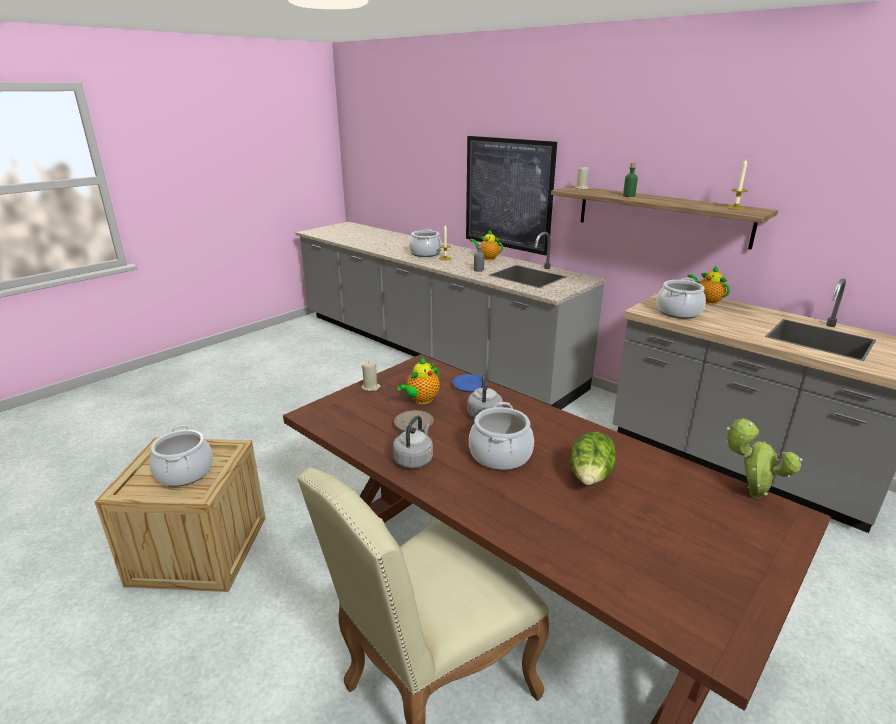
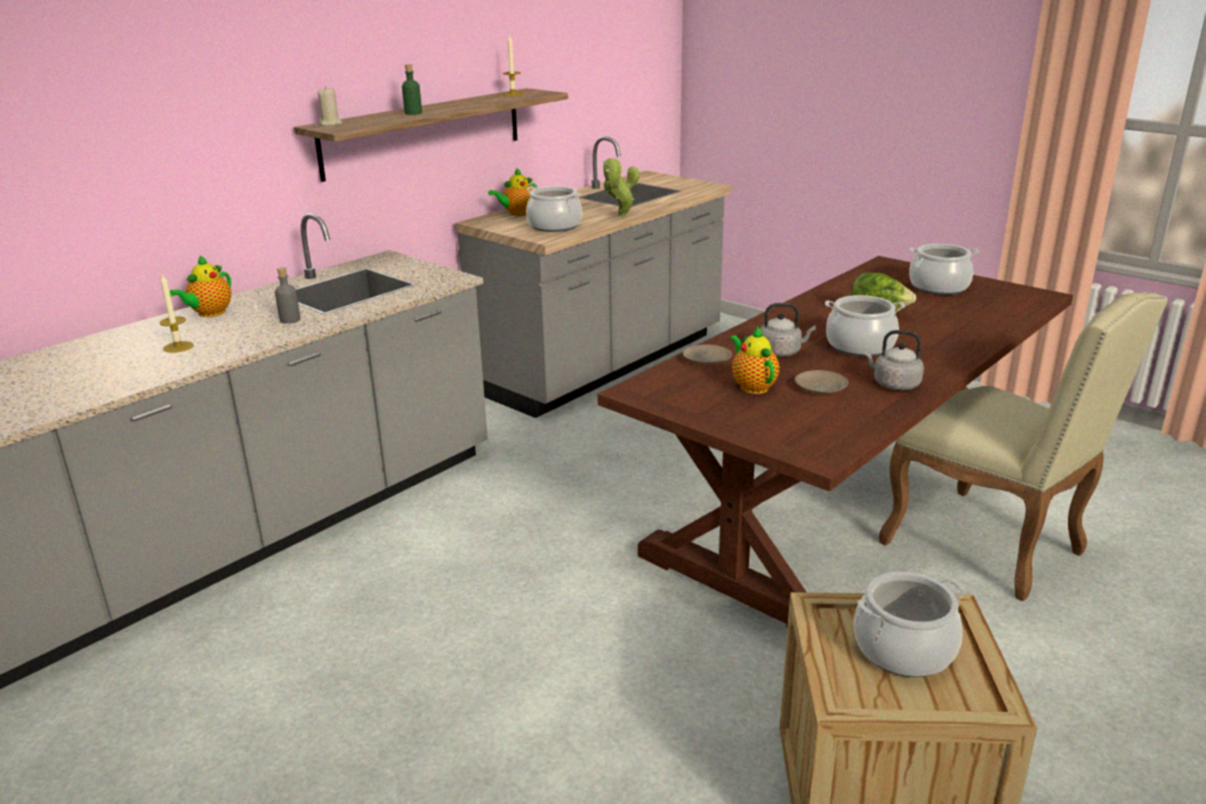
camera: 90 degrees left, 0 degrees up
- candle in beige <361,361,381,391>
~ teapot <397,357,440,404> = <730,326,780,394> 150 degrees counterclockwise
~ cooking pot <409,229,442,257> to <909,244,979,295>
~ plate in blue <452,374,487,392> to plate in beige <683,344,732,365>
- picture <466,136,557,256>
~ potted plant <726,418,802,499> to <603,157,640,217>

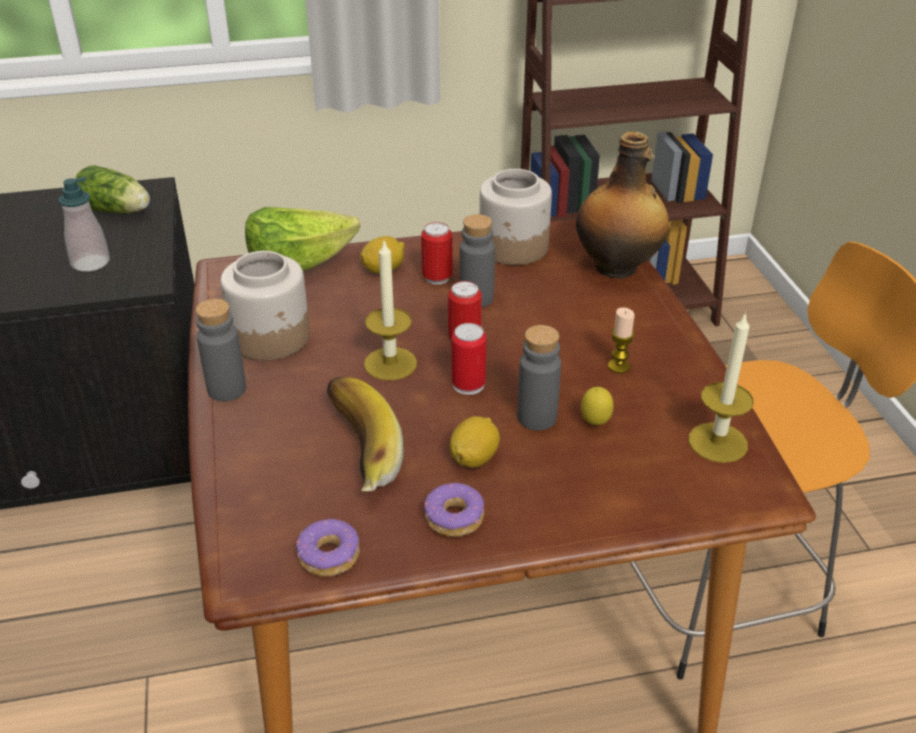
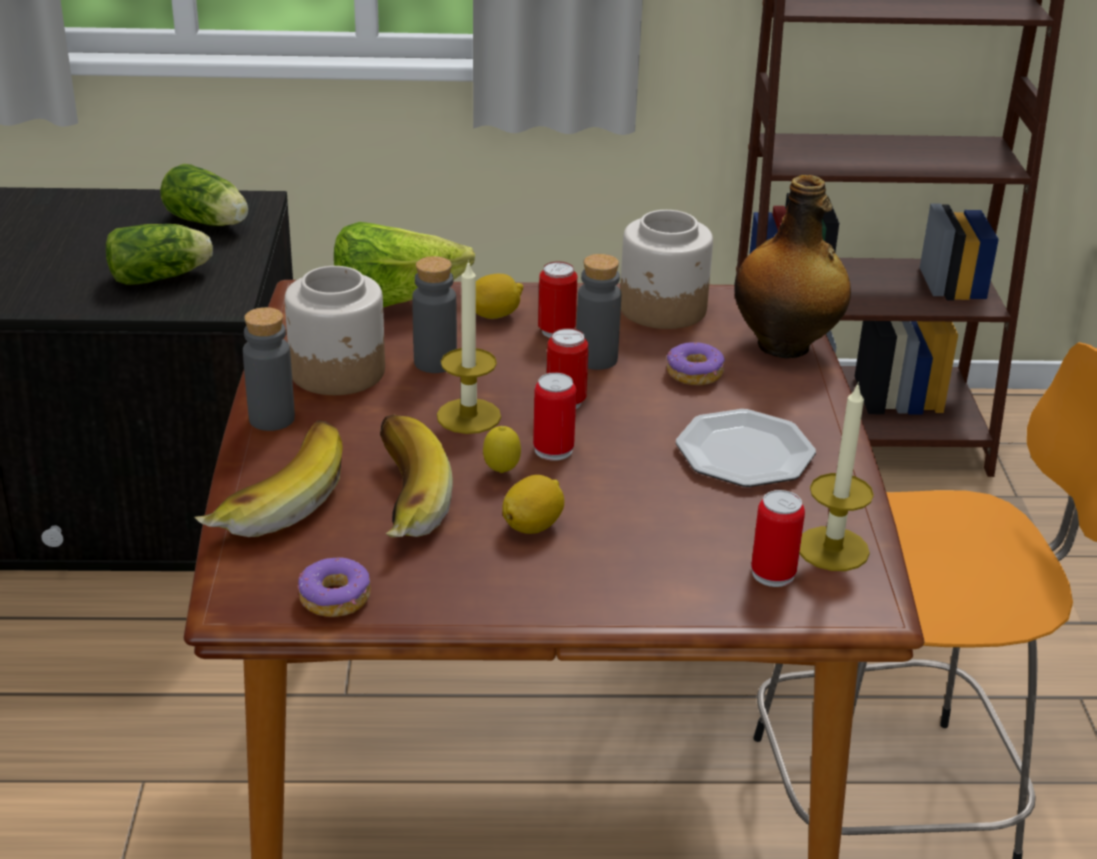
camera: 10 degrees right, 5 degrees down
~ soap dispenser <58,177,110,272> to lettuce <106,224,213,285>
~ donut <424,483,484,537> to <667,342,725,385>
~ bottle in grey <517,325,561,430> to <412,256,457,373>
~ lemon <581,387,614,425> to <483,426,521,473>
~ candle <608,307,635,373> to plate <676,409,816,487>
+ banana <194,420,343,537>
+ can <751,490,805,587>

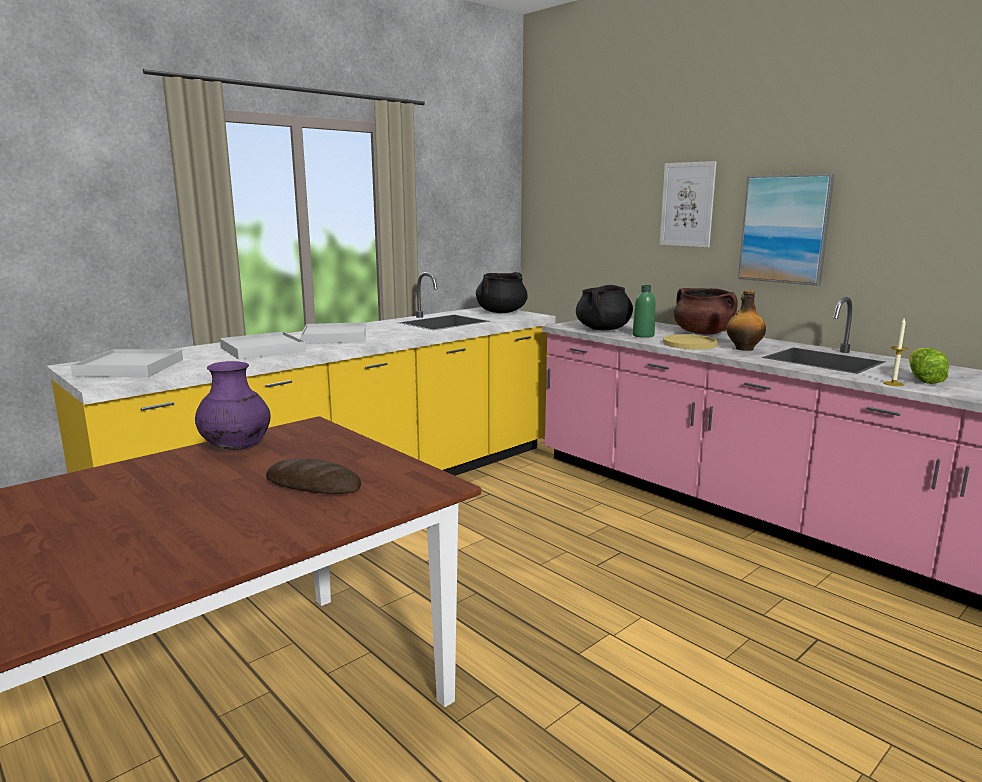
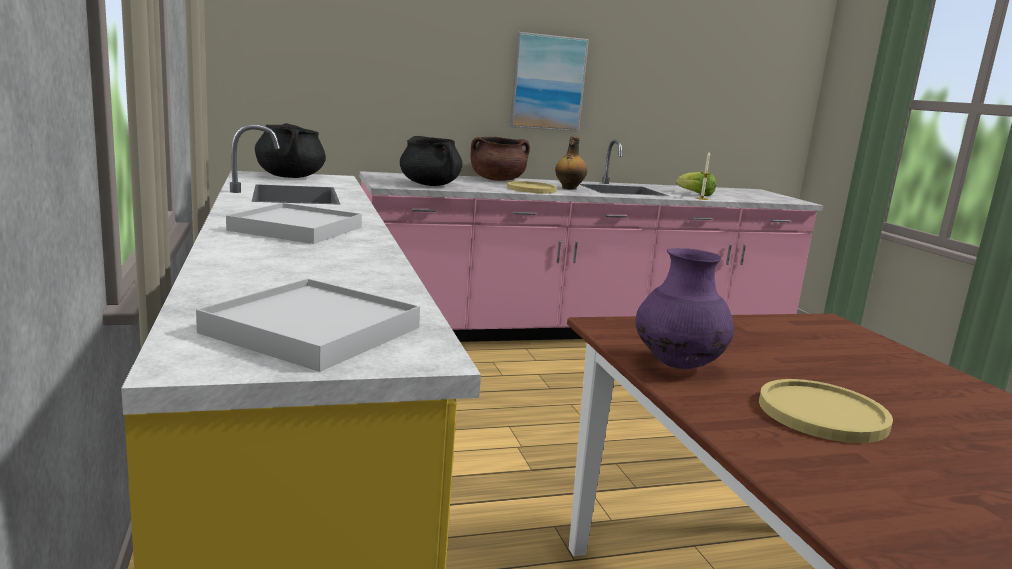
camera: 65 degrees left, 0 degrees up
- tray in white <220,332,306,360>
- bread <266,459,361,494>
- bottle in green <633,285,655,338>
- picture <660,161,717,248>
+ plate in yellow <759,379,893,443>

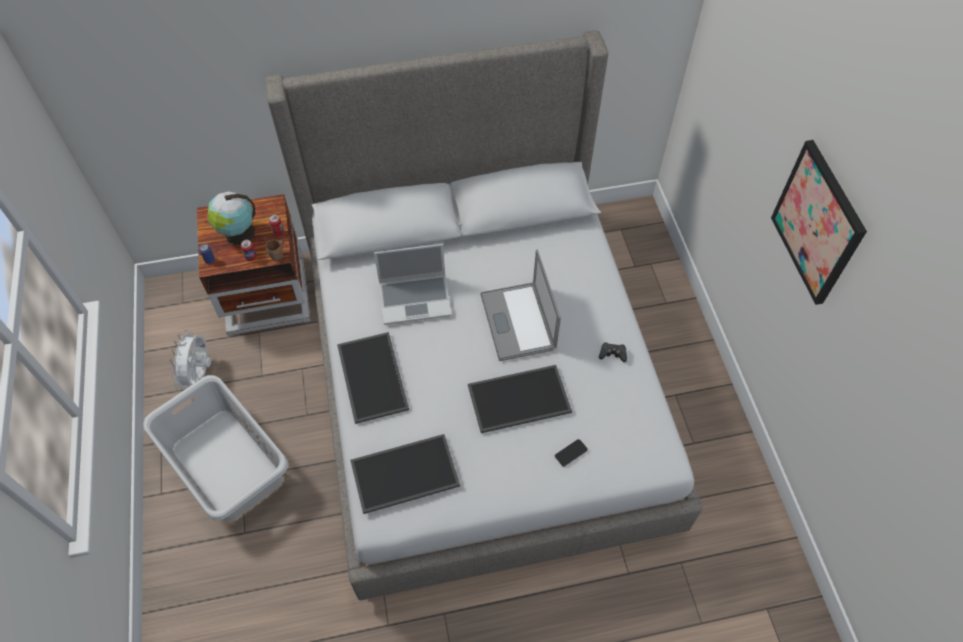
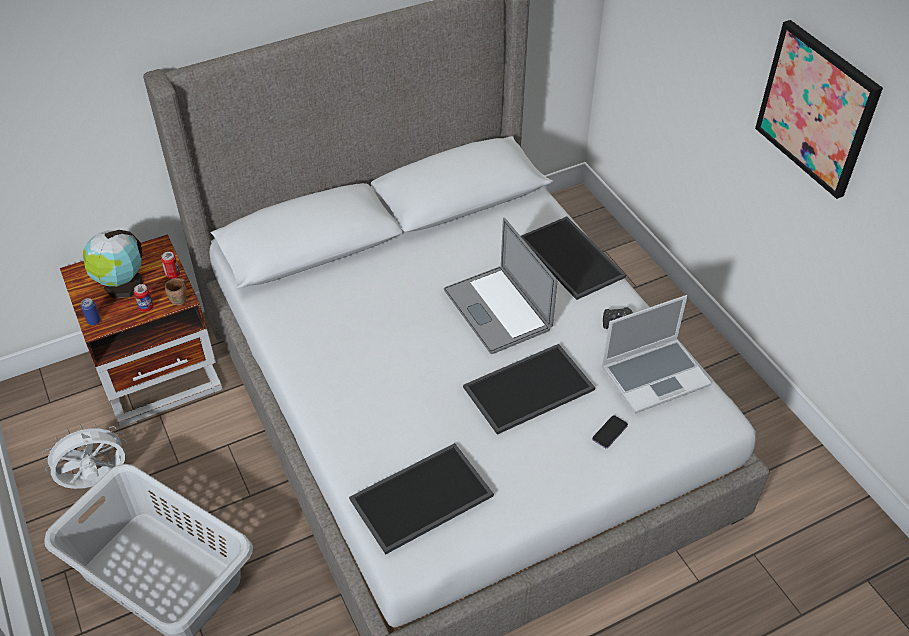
camera: 15 degrees left, 10 degrees down
~ fan in white <170,330,211,392> = <42,422,127,489> 75 degrees clockwise
~ tray <337,332,409,424> to <521,217,626,300>
~ laptop <374,244,452,325> to <602,295,712,414>

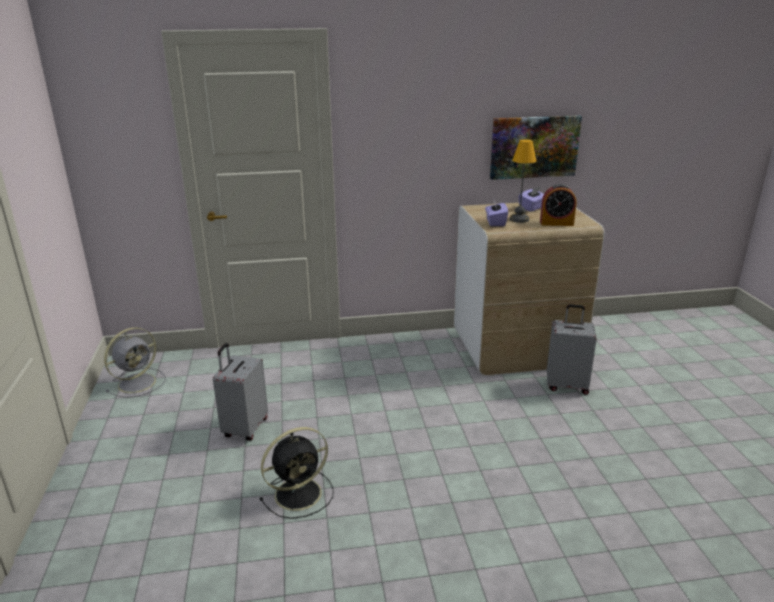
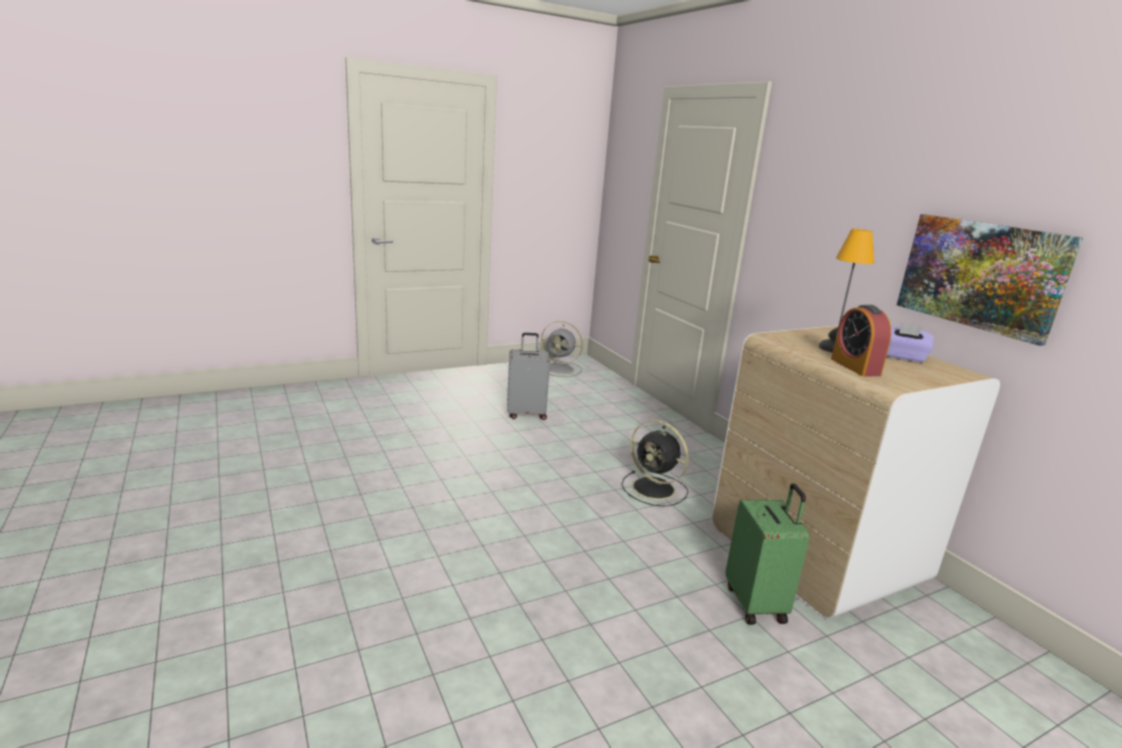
camera: 70 degrees right, 5 degrees down
~ fan in black <260,427,334,519> to <622,420,689,507>
- tissue box in purple <485,201,508,226>
~ suitcase in grey <547,304,597,395> to suitcase in green <726,483,810,625>

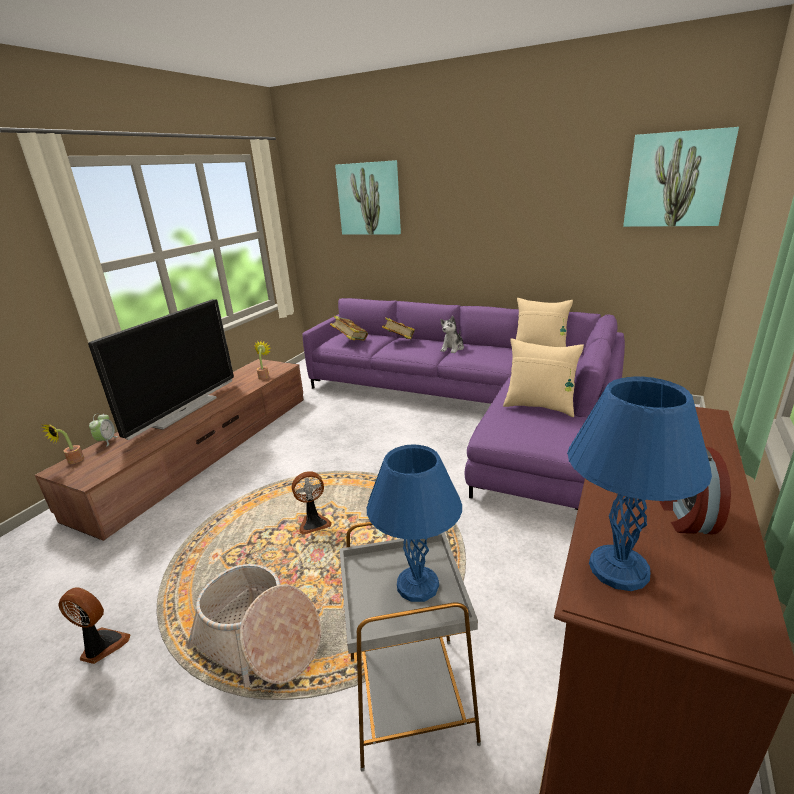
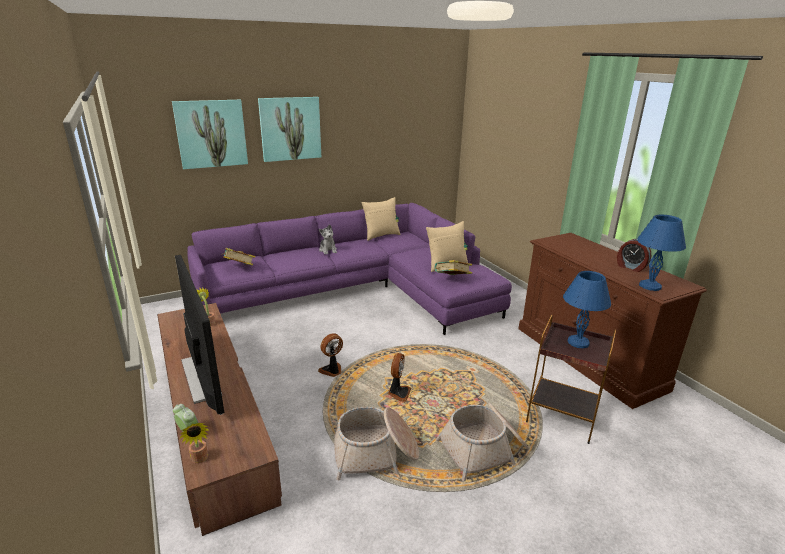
camera: 55 degrees left, 0 degrees up
~ fan <58,587,131,664> to <318,333,343,377>
~ side table in grey <339,522,481,772> to side table in brown <526,315,616,444>
~ book <382,317,415,339> to <434,260,472,275>
~ picture <623,127,739,227> to <258,97,321,162>
+ basket <334,407,419,480>

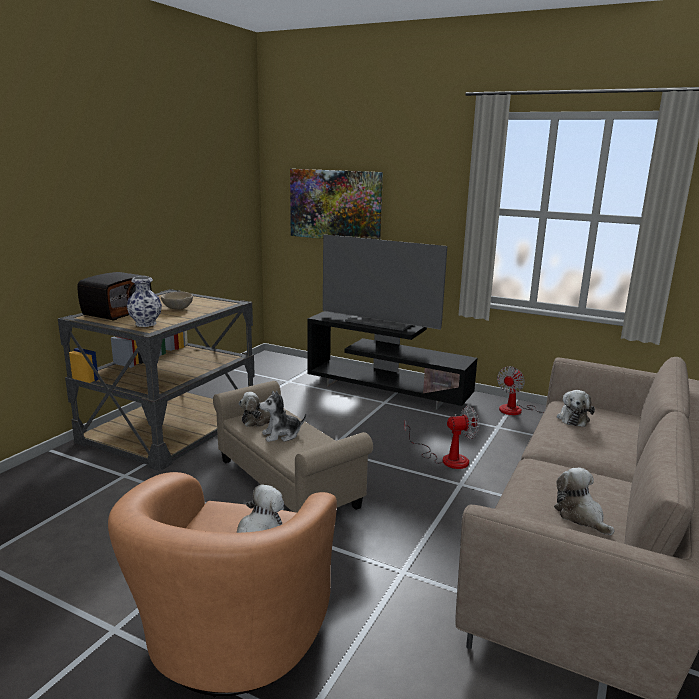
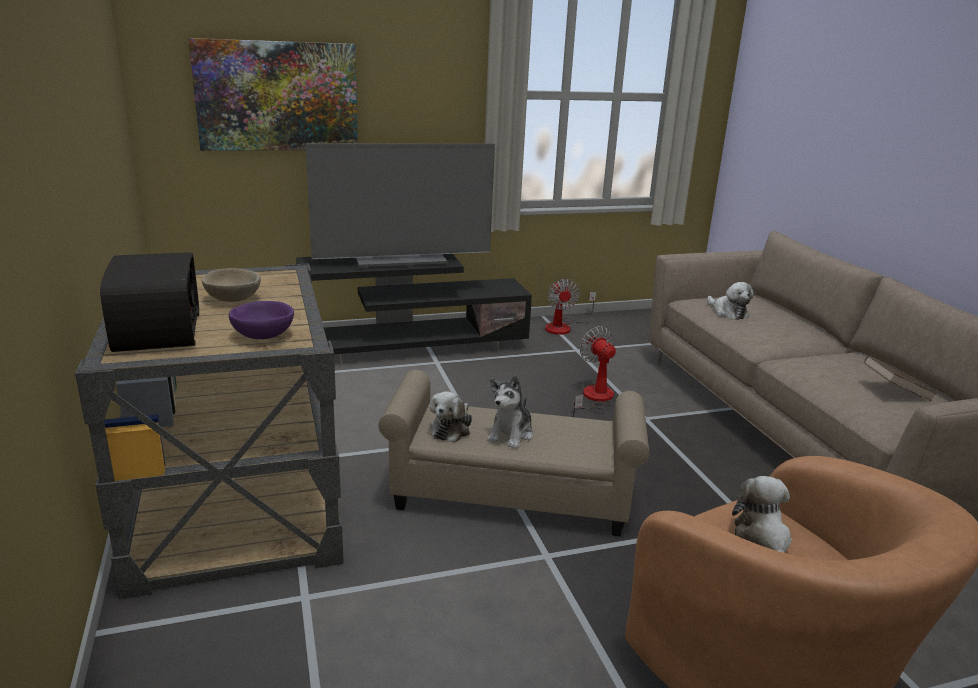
camera: 45 degrees left, 5 degrees up
~ vase <127,276,162,327> to bowl in purple <229,301,294,339>
~ fan <404,406,479,469> = <569,326,616,417> 60 degrees counterclockwise
~ plush toy <554,468,615,536> to book in brown <864,356,936,401>

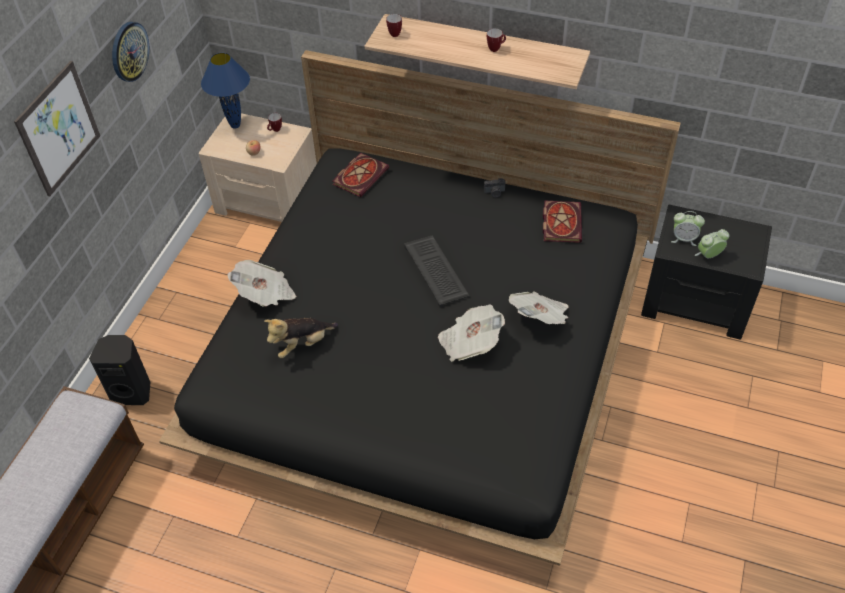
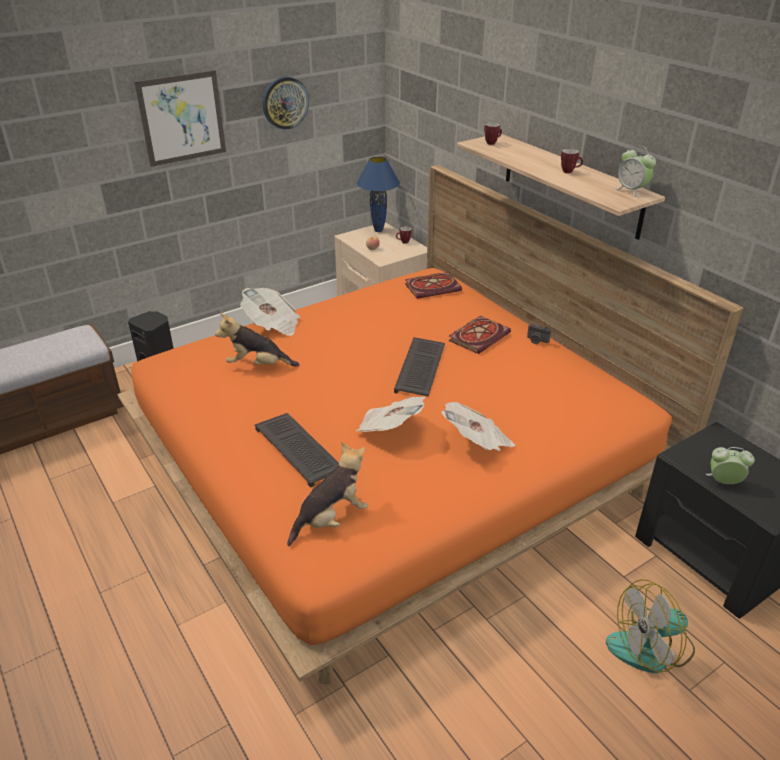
camera: 35 degrees right, 15 degrees down
~ bed in black <159,50,681,566> to bed in orange <117,165,743,685>
~ book <543,201,582,243> to <448,316,511,354>
~ alarm clock <671,211,705,246> to <615,146,656,197>
+ keyboard <254,413,339,487>
+ plush toy <287,442,368,546>
+ fan <606,579,695,673>

